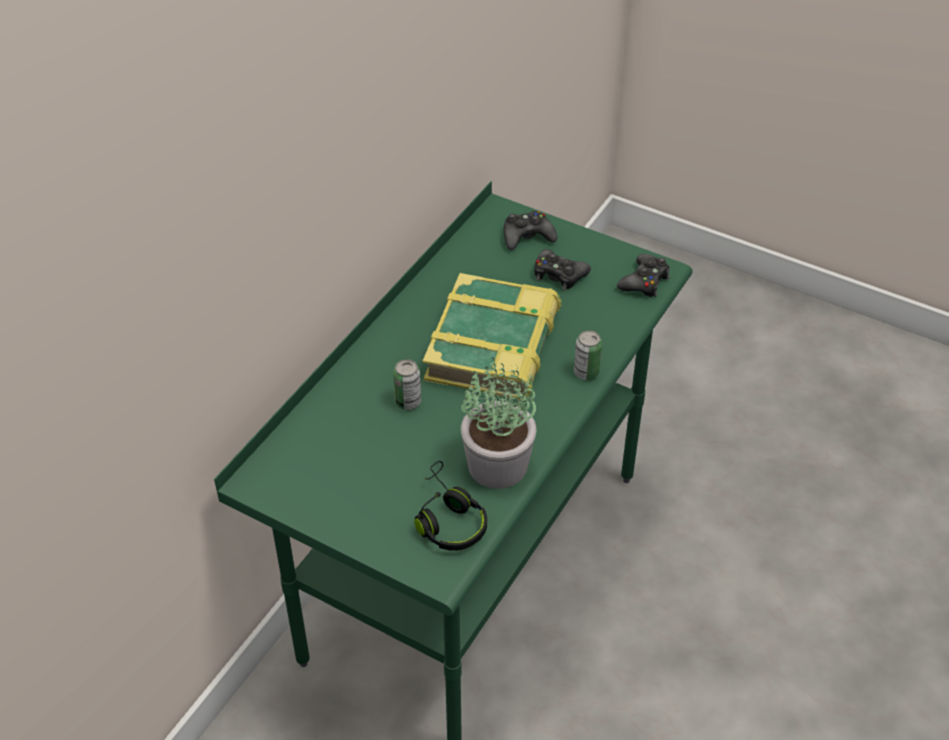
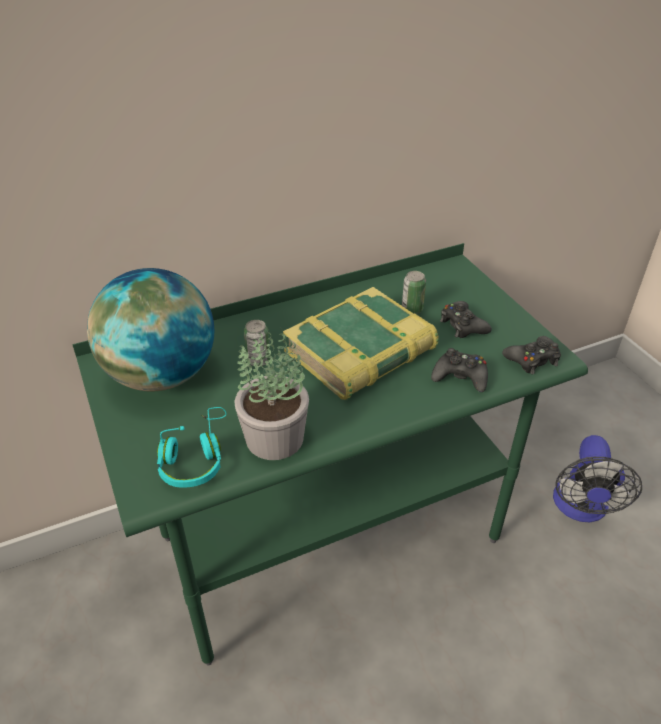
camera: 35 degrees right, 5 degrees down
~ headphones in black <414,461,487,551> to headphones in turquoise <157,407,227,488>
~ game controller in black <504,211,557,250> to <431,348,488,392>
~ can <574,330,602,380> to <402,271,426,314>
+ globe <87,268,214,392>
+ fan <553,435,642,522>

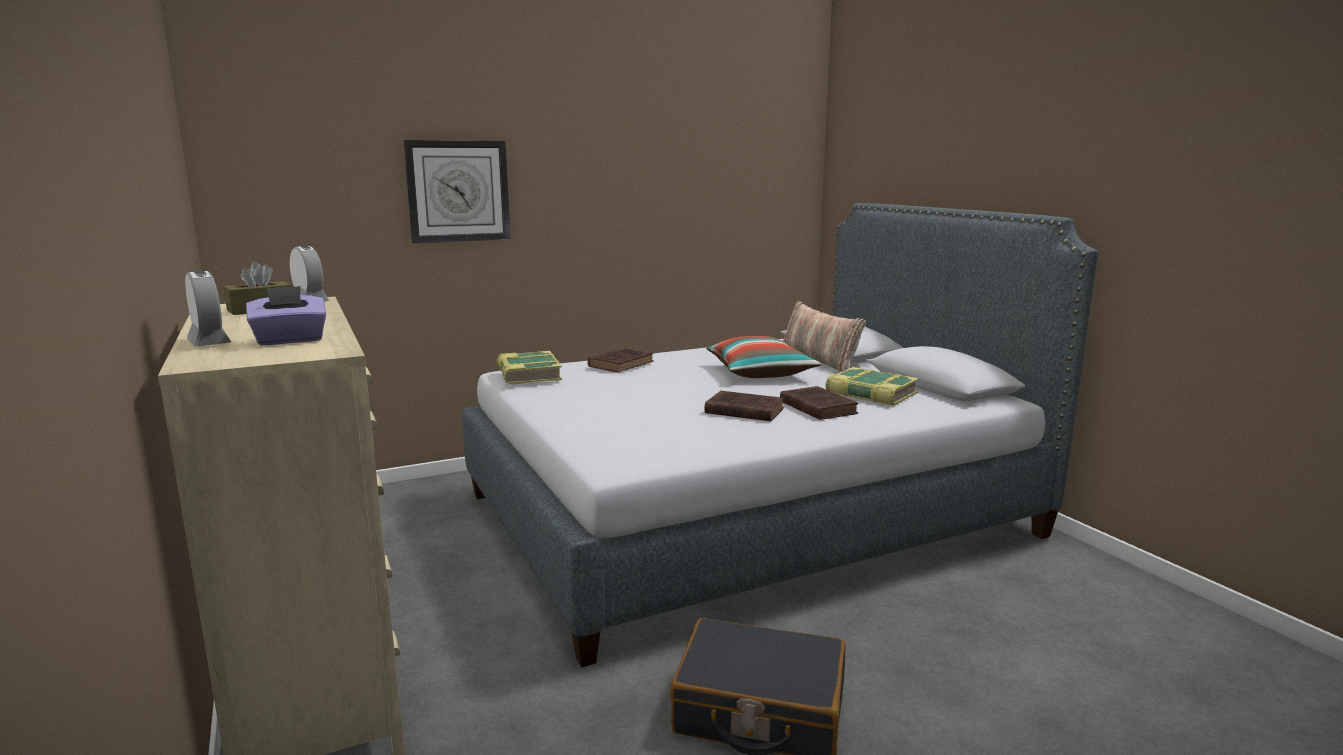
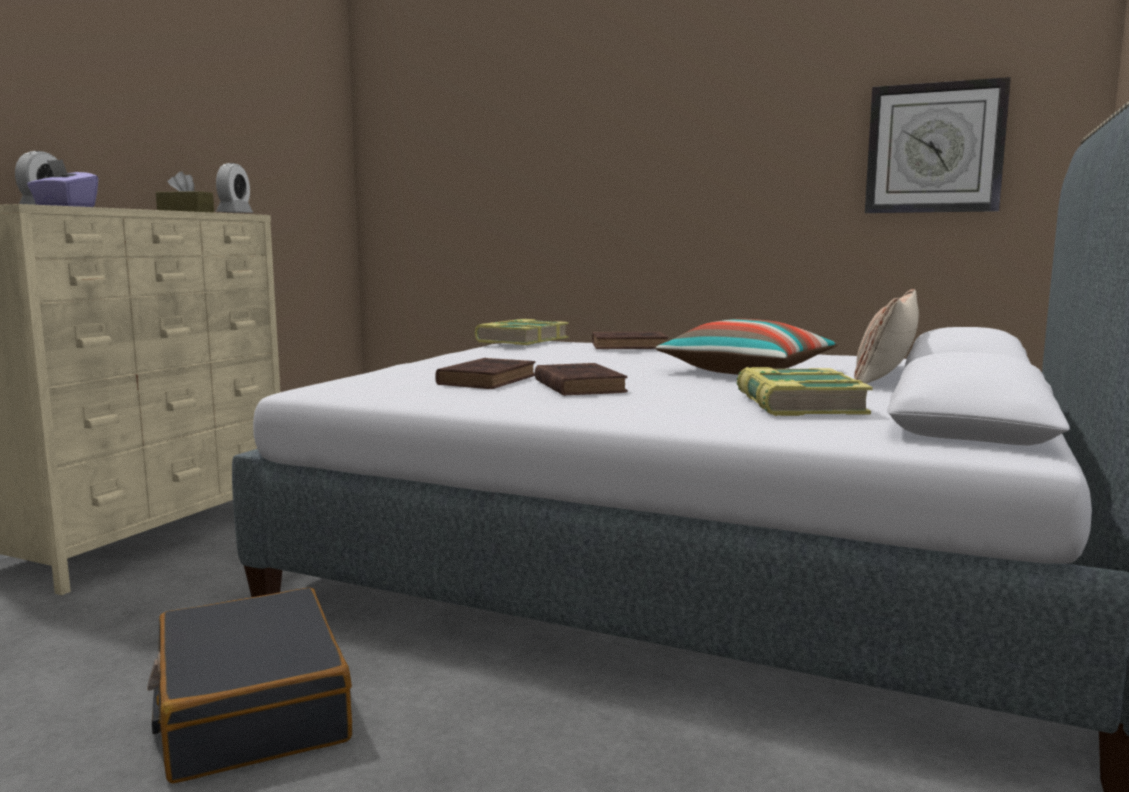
camera: 50 degrees right, 5 degrees down
~ wall clock <404,140,510,243> to <865,77,1011,213>
~ book in brown <780,386,859,420> to <435,358,536,389>

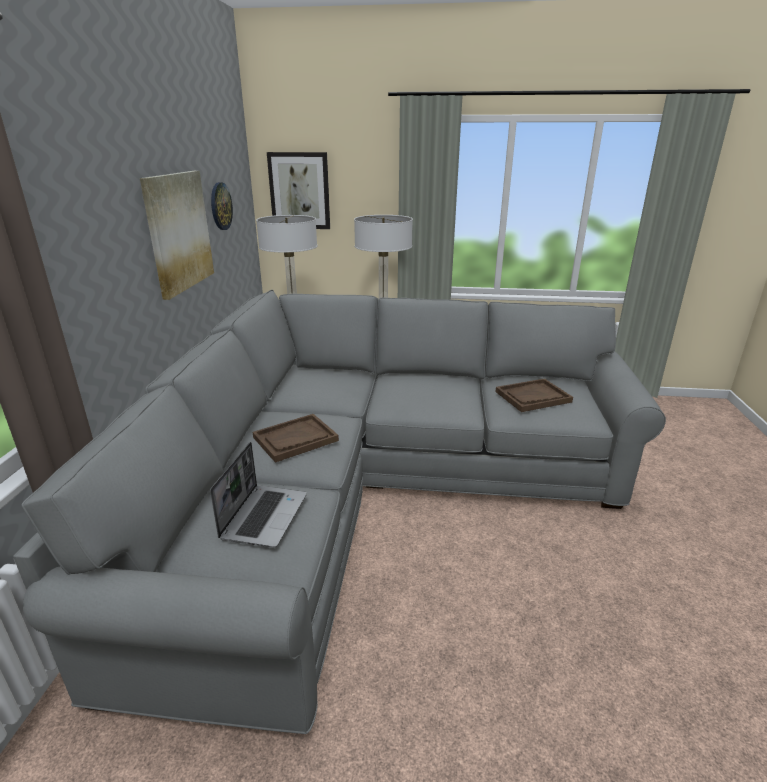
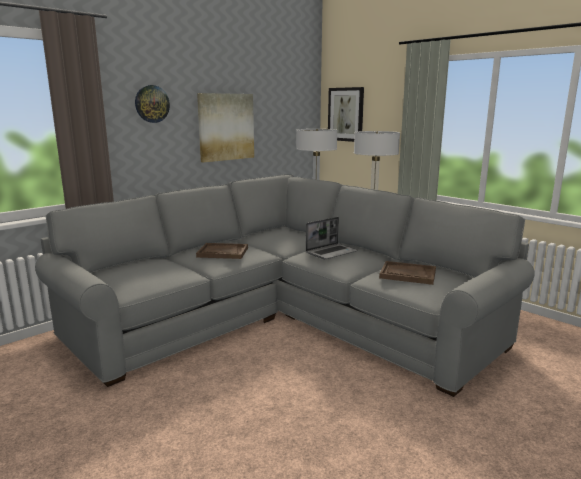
camera: 40 degrees right, 10 degrees down
~ laptop <210,442,307,548> to <306,217,358,259>
~ wall clock <211,182,233,230> to <135,85,170,123>

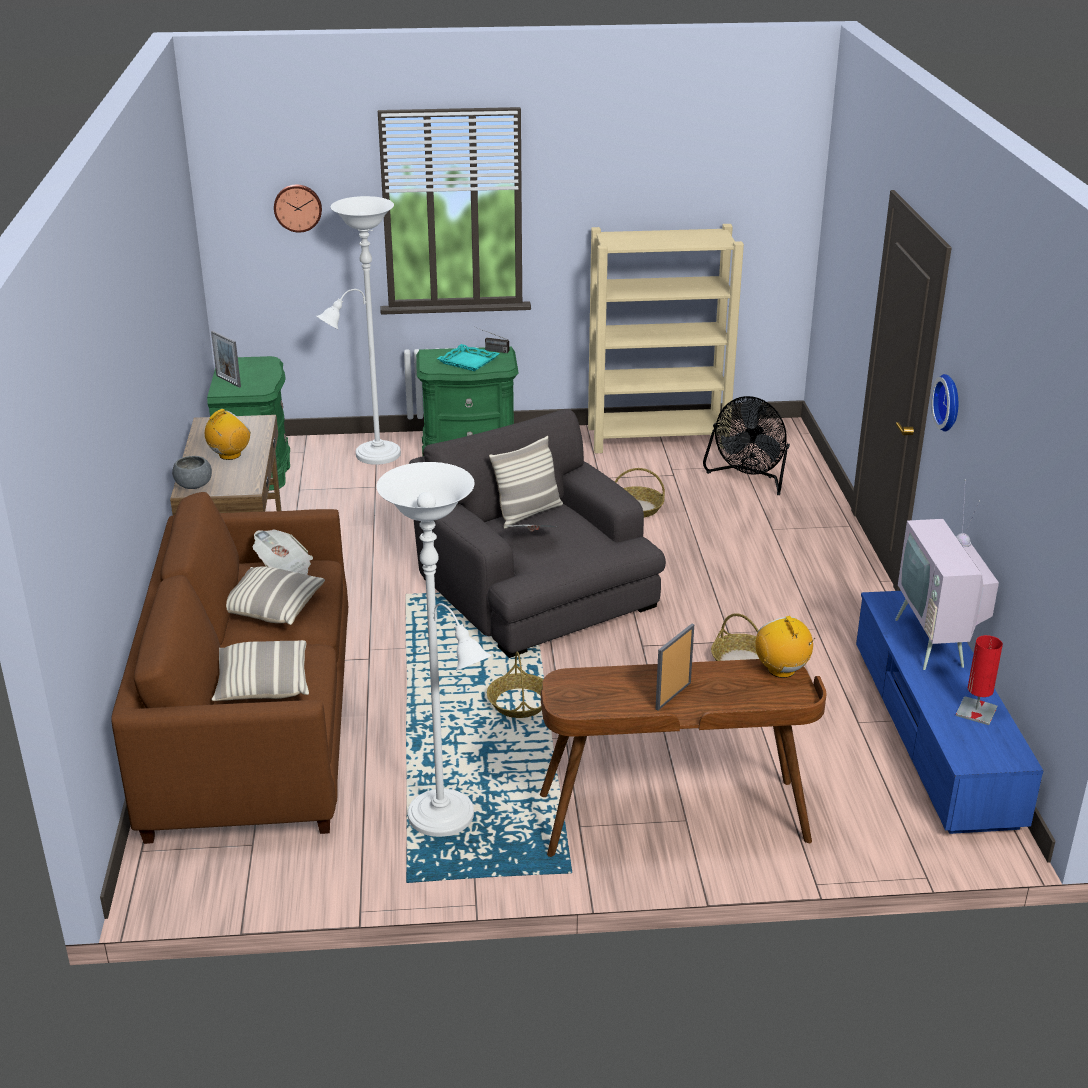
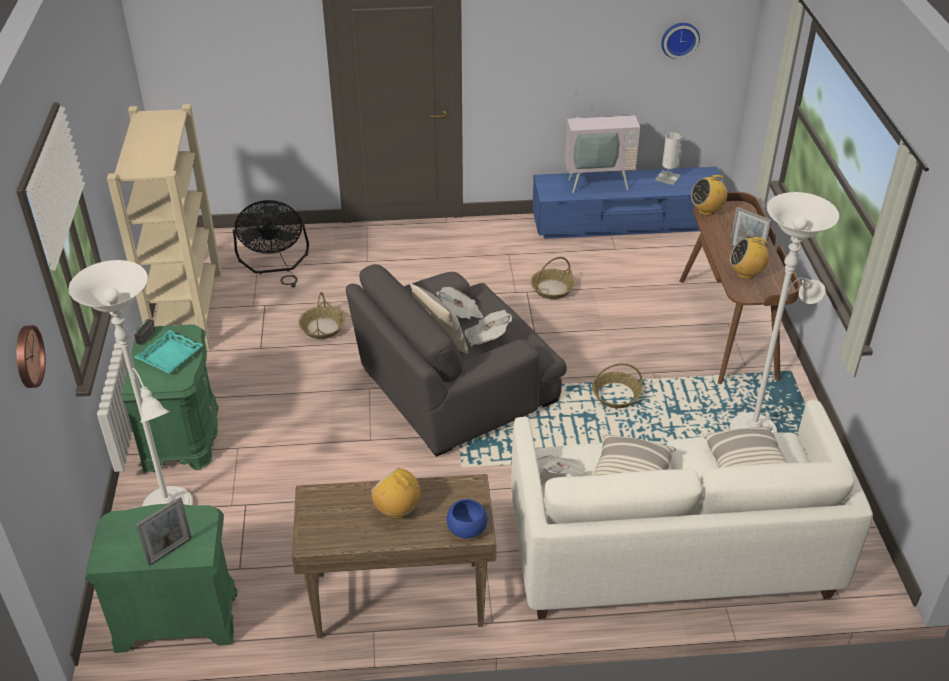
camera: 90 degrees left, 10 degrees up
~ sofa in brown <111,492,348,844> to sofa in white <511,400,873,619>
~ bowl in grey <172,456,212,489> to bowl in blue <447,499,487,539>
~ fan in black <703,396,790,495> = <233,200,309,288> 135 degrees counterclockwise
~ wall clock <931,374,958,431> to <661,23,700,59>
~ table lamp in red <956,635,1003,725> to table lamp in white <655,132,681,185>
+ newspaper <436,287,484,319>
+ radio <730,237,770,279>

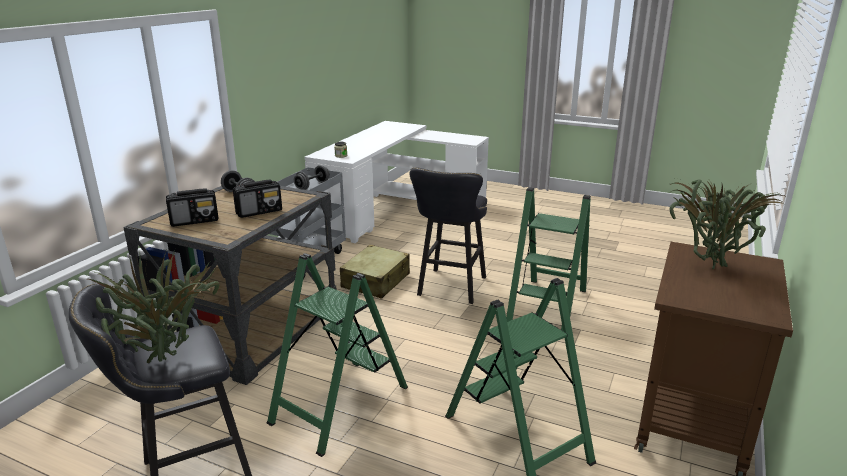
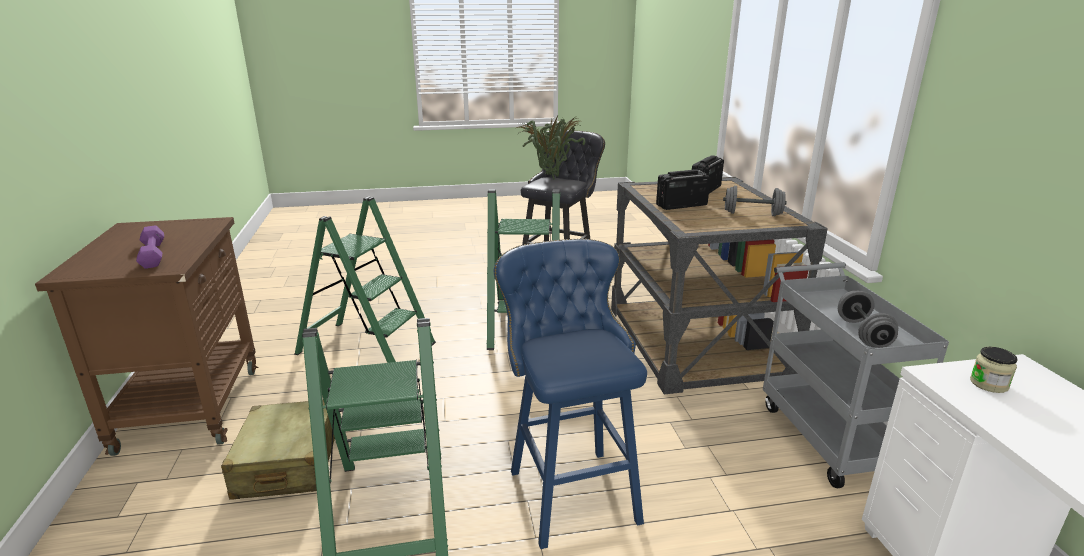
camera: 145 degrees right, 0 degrees up
~ radio <233,179,282,218> = <656,169,710,210> 45 degrees clockwise
~ suitcase in beige <340,245,410,299> to <221,400,335,500>
~ stool in black <409,167,487,304> to stool in blue <494,239,647,549>
~ potted plant <670,180,785,269> to dumbbell in purple <136,226,164,269>

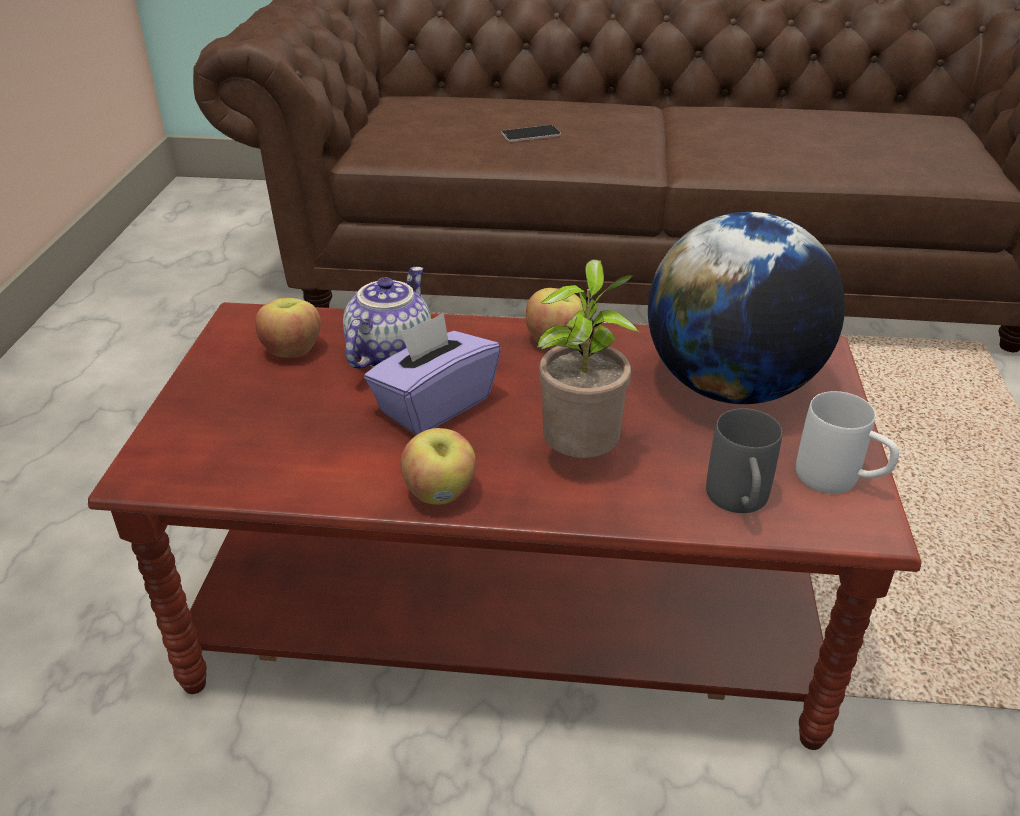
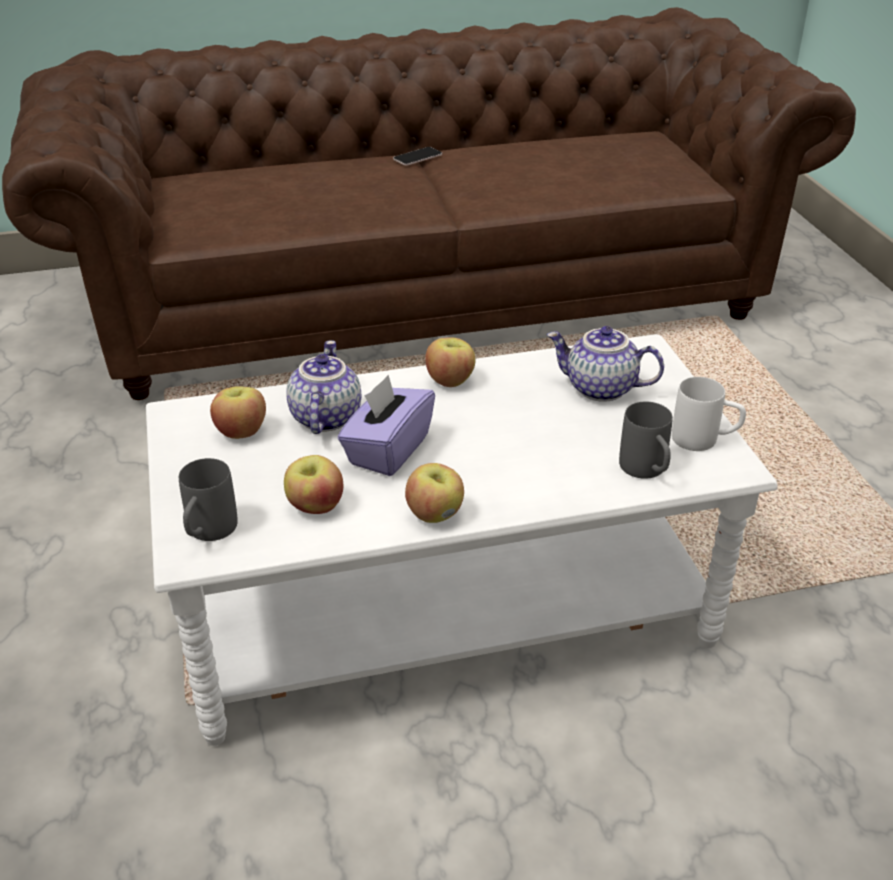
camera: 20 degrees left, 0 degrees up
~ coffee table in brown <88,302,922,750> to coffee table in white <146,334,778,746>
~ phone <501,125,561,142> to <393,147,442,165>
- potted plant <537,259,639,458>
~ globe <648,212,845,404> to teapot <547,326,664,402>
+ mug in grey <179,458,238,541>
+ apple <284,455,343,514>

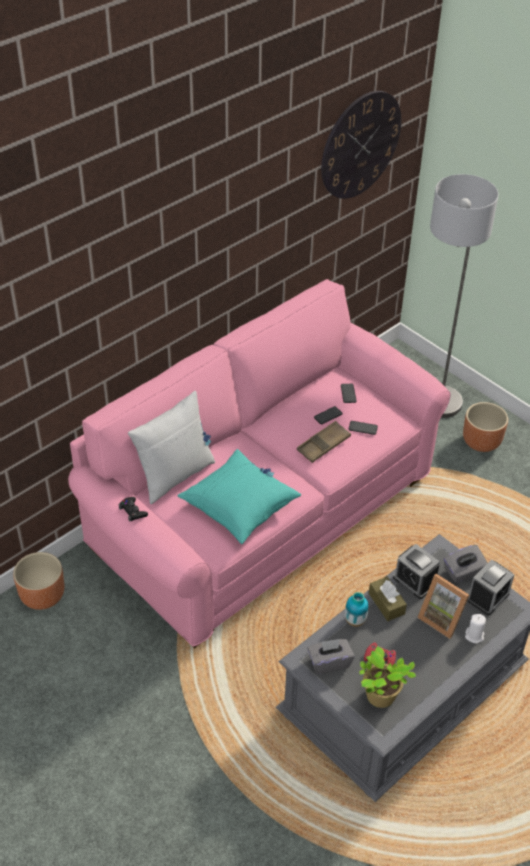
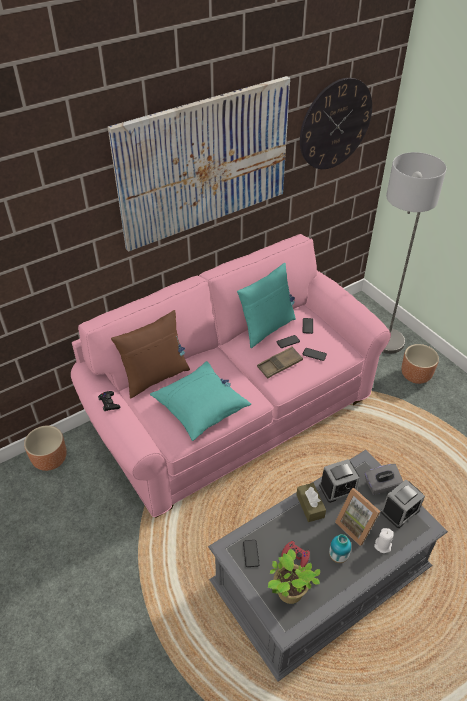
camera: 10 degrees right, 0 degrees up
~ pillow in grey <128,391,215,504> to pillow in brown <111,310,190,398>
~ tissue box in grey <307,639,355,674> to phone <243,540,259,567>
~ vase <345,592,368,627> to <329,534,351,563>
~ alarm clock <393,544,440,599> = <319,459,359,503> 75 degrees counterclockwise
+ picture <108,76,290,252>
+ pillow in turquoise <237,263,296,348>

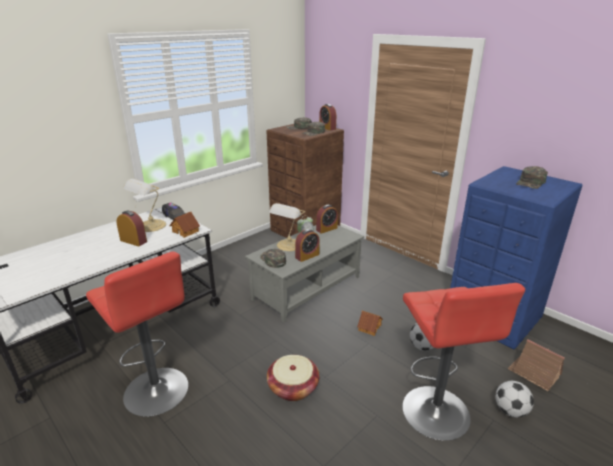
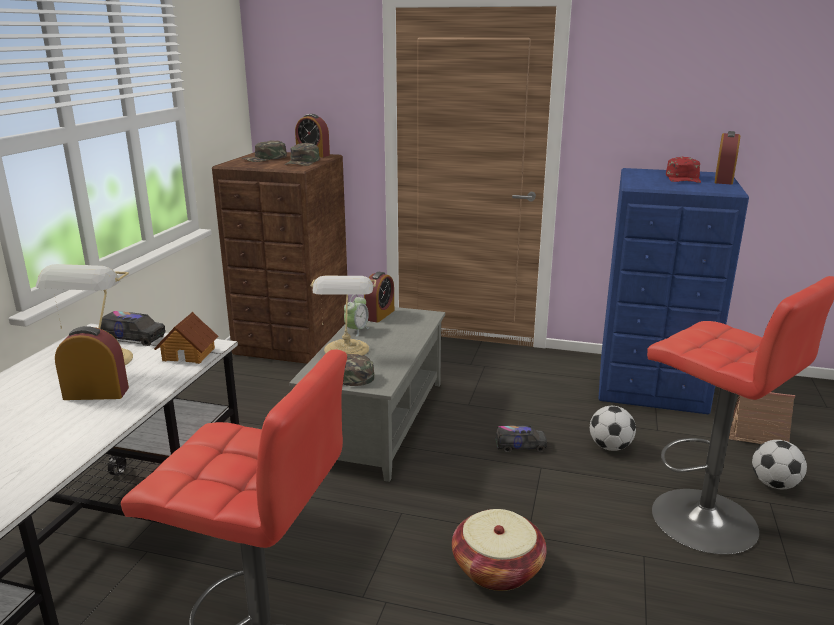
camera: 30 degrees left, 5 degrees down
~ alarm clock <295,229,320,262> to <715,131,740,185>
~ toy house <357,311,383,336> to toy truck <495,425,547,452>
~ cap in green <516,166,548,189> to cap in red <666,157,701,183>

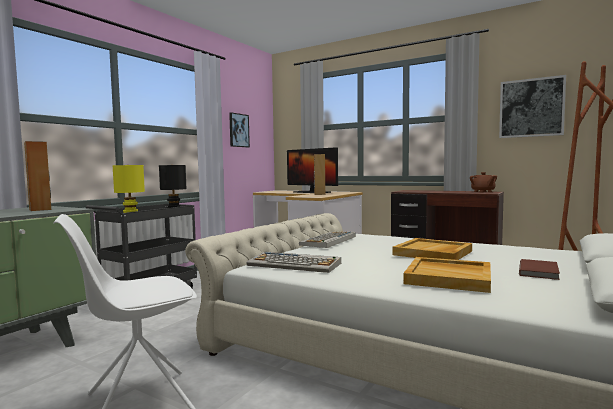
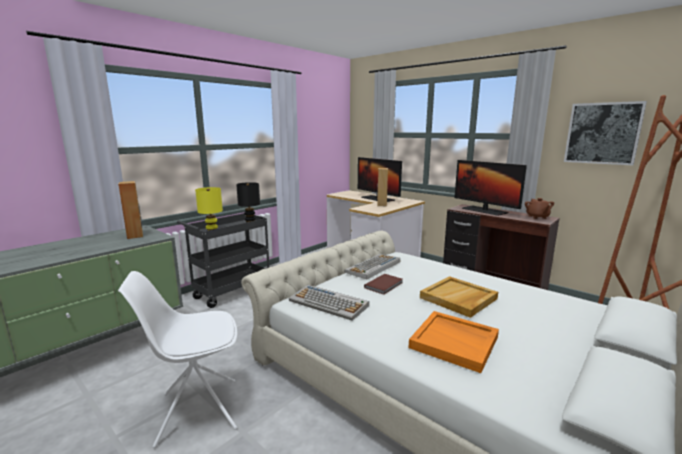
camera: 10 degrees right, 10 degrees up
- picture <229,112,250,147>
~ tray in beige <403,257,491,293> to tray in orange <408,311,499,373>
~ book in brown <519,259,560,280> to <364,274,403,295>
+ monitor <454,160,527,216>

